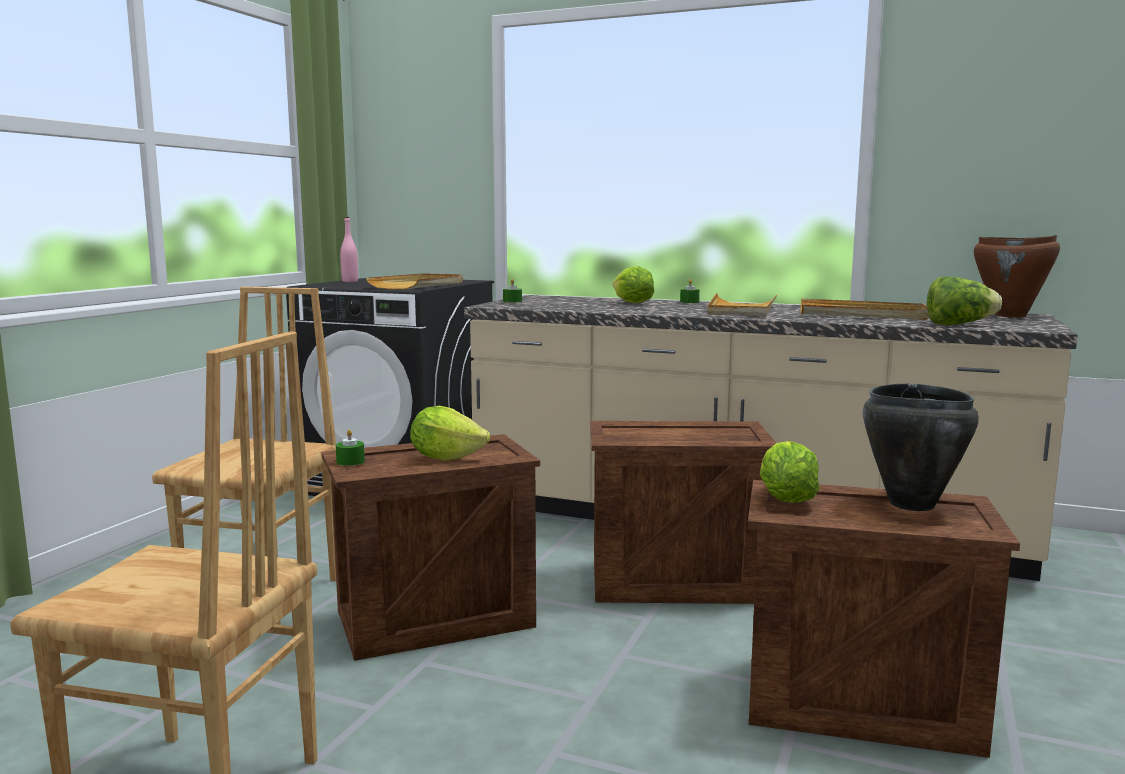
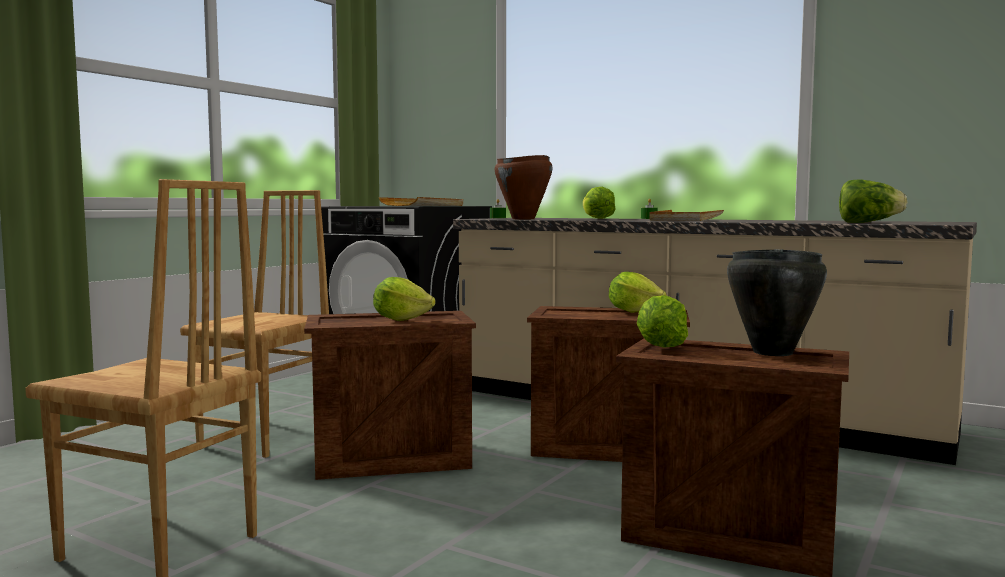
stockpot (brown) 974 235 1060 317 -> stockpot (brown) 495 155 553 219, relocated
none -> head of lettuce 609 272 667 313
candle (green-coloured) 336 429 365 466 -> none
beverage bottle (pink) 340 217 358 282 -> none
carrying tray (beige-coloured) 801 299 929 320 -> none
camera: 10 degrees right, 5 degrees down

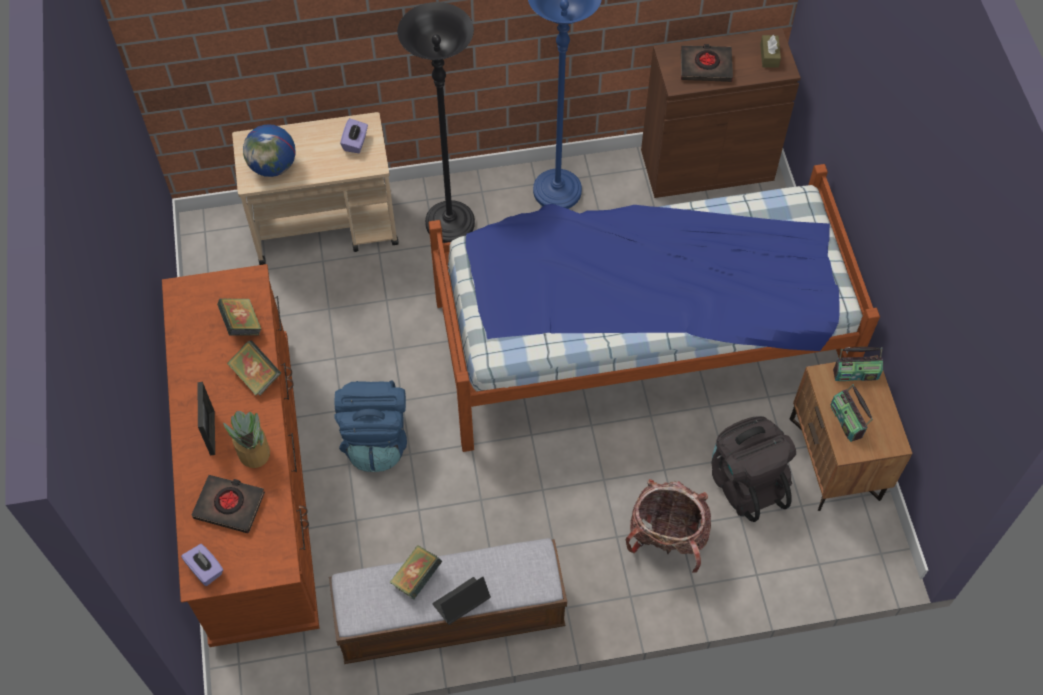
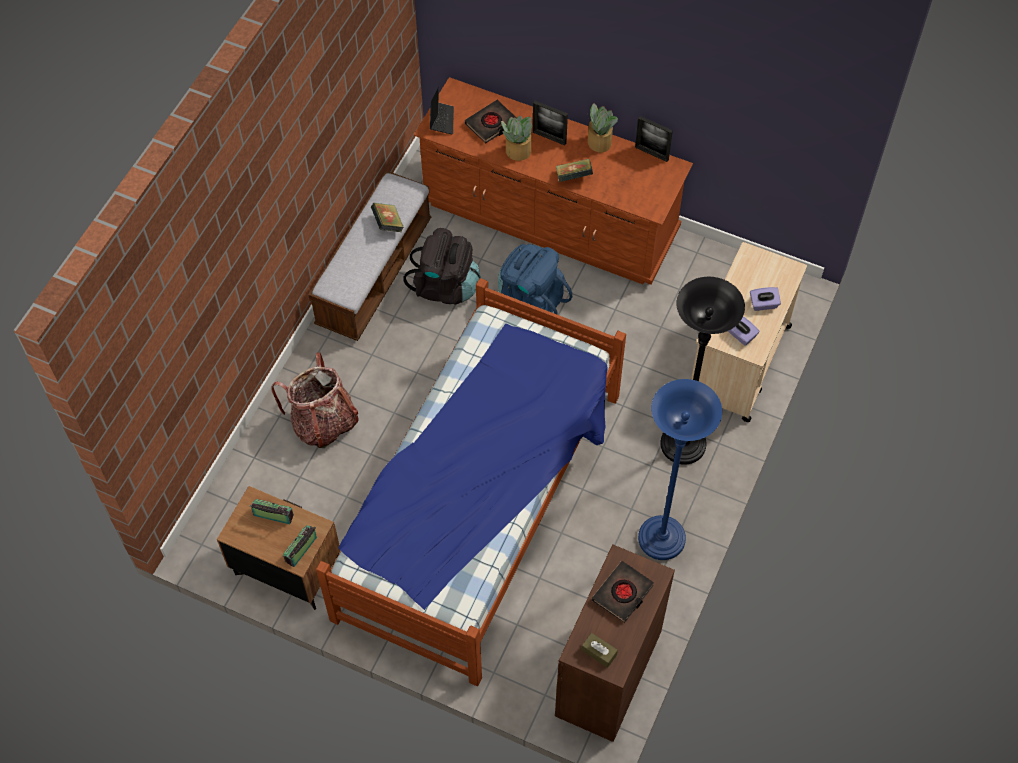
backpack (blackish) 712 416 796 522 -> backpack (blackish) 404 228 481 305, relocated
notebook computer 432 577 491 625 -> notebook computer 430 87 454 135, relocated
none -> potted plant 588 103 618 152
none -> picture frame 635 116 673 162
tissue box (purple) 181 544 223 586 -> tissue box (purple) 750 287 781 311, relocated
bound book 217 298 261 335 -> none
desk globe 243 124 296 177 -> none
camera: 125 degrees right, 0 degrees up

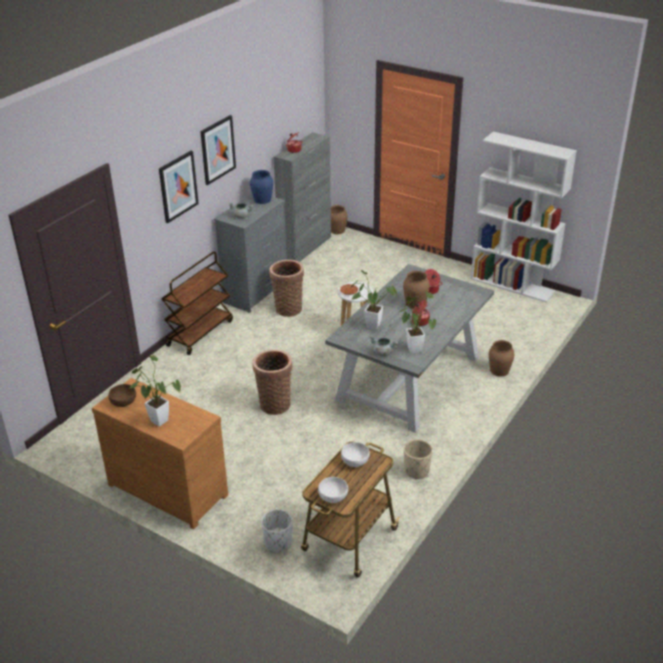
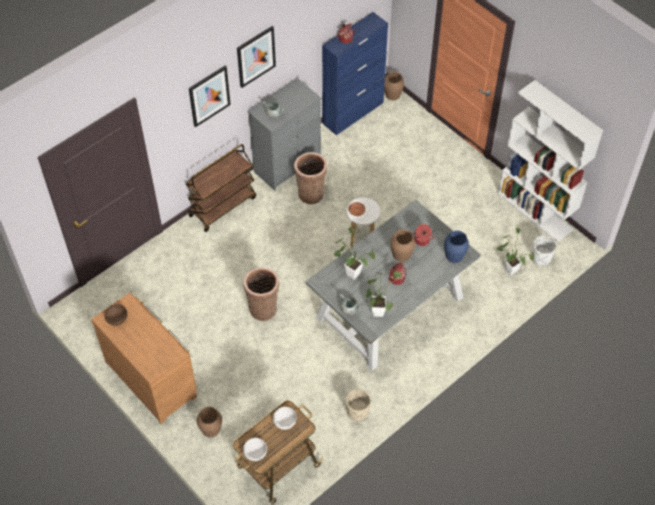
decorative vase (brown) 489 340 514 376 -> decorative vase (brown) 197 407 222 438, relocated
storage cabinet (grey) 273 132 331 262 -> storage cabinet (blue) 322 12 388 135
decorative vase (blue) 250 170 273 204 -> decorative vase (blue) 444 230 469 263, relocated
potted plant 130 355 181 427 -> potted plant 497 227 534 276, relocated
planter (white) 261 509 292 552 -> planter (white) 532 236 556 266, relocated
camera: 15 degrees right, 20 degrees up

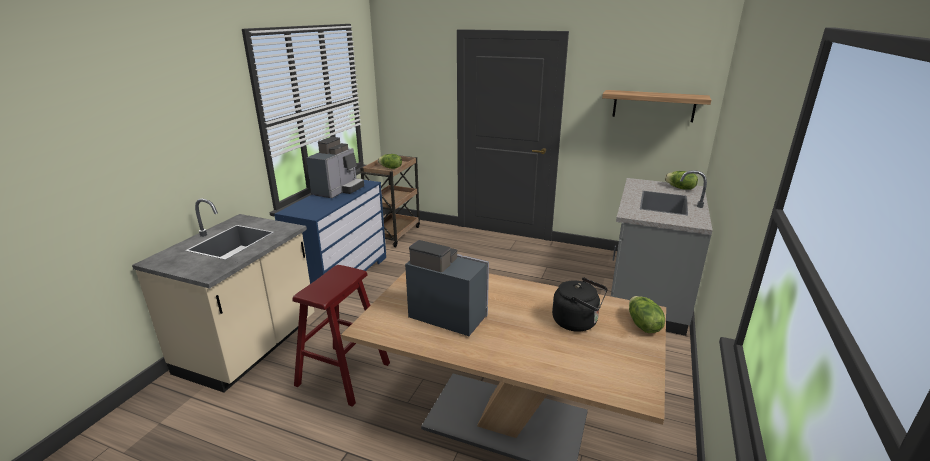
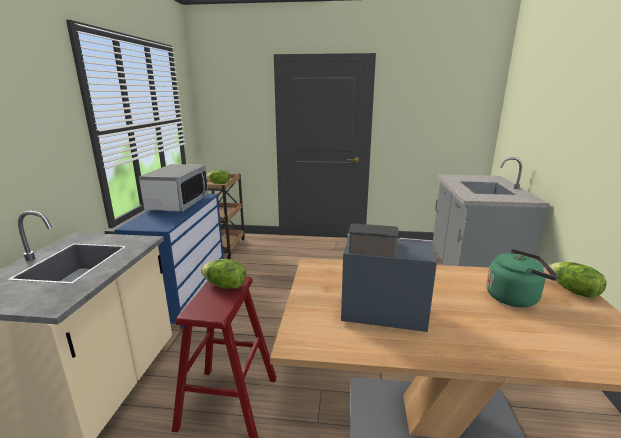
coffee maker 306 137 364 198 -> microwave oven 139 164 208 212
head of lettuce 665 171 698 190 -> head of lettuce 201 259 246 289, relocated
kettle (blackish) 552 278 607 332 -> kettle (green-coloured) 486 249 558 307
shelf 602 90 711 122 -> none
camera: 15 degrees left, 5 degrees down

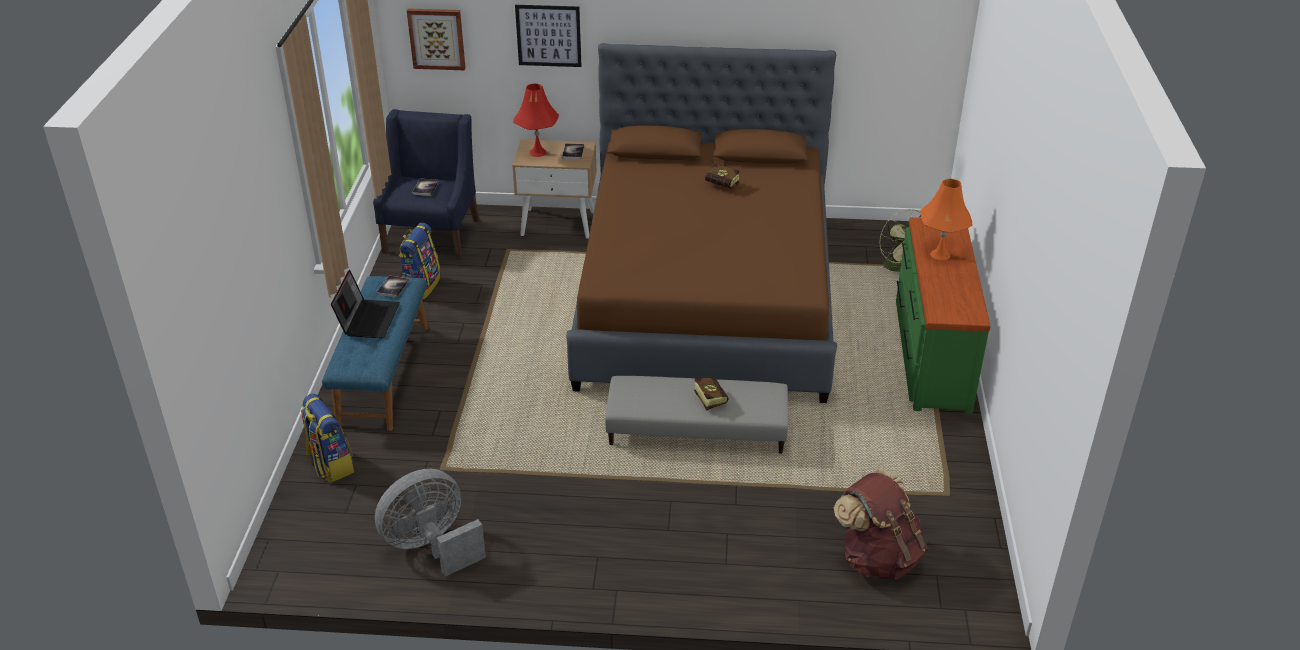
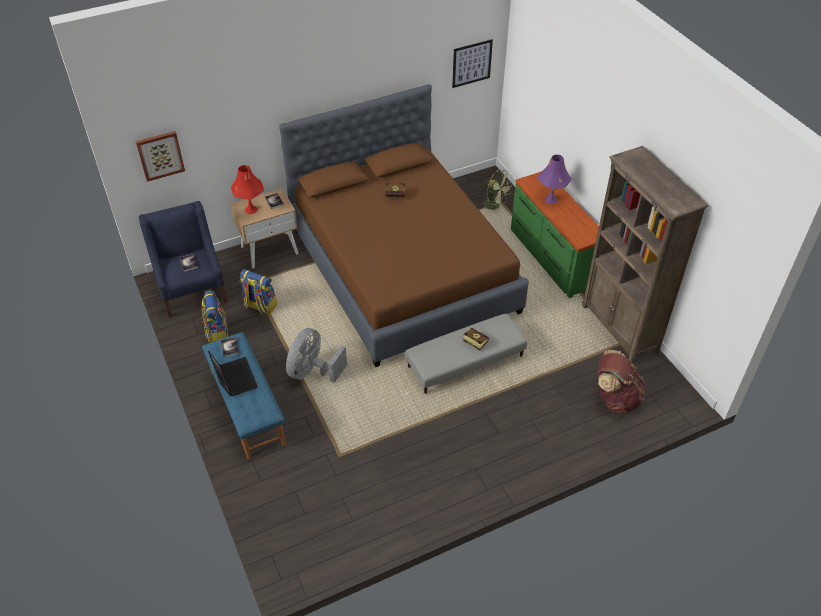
backpack 301 394 354 483 -> backpack 240 269 277 315, relocated
electric fan (grey) 375 469 486 577 -> electric fan (grey) 286 328 347 383, relocated
picture 515 5 581 67 -> picture 452 39 493 88, relocated
tabletop lamp (orangey) 921 178 973 260 -> tabletop lamp (purple) 537 155 572 204
none -> bookshelf (brown) 582 146 708 363
camera: 30 degrees left, 10 degrees up

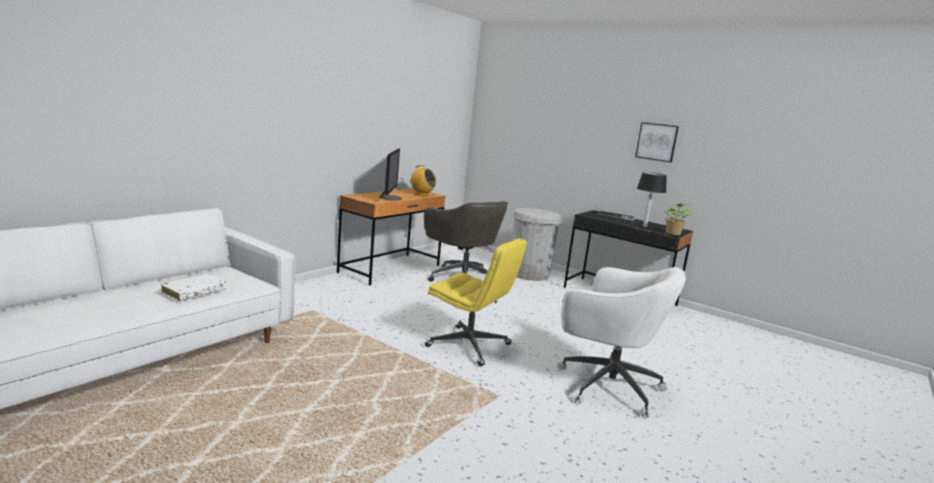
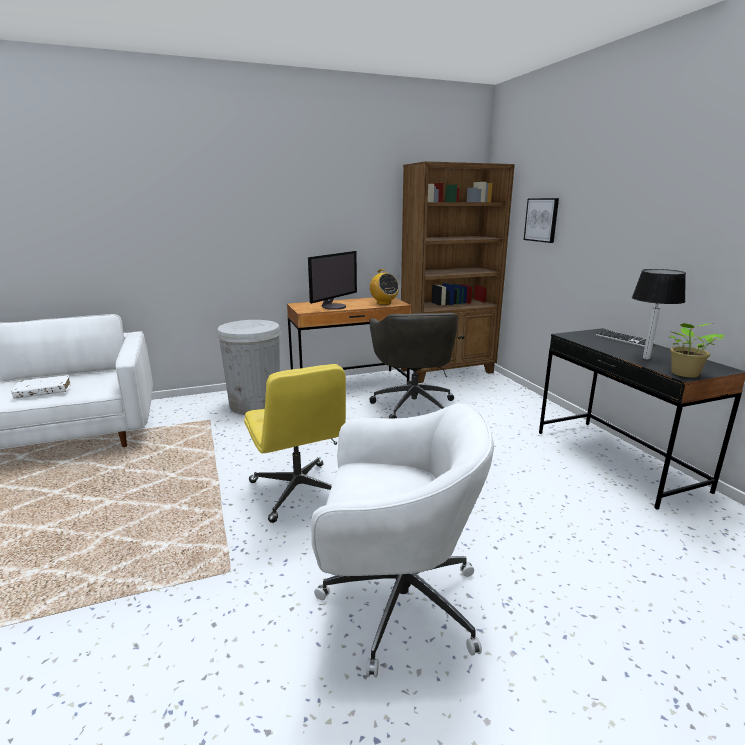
rubbish bin (white) 513 208 562 281 -> rubbish bin (white) 216 320 282 415, relocated
computer chair (white) 557 267 686 418 -> computer chair (white) 311 403 494 677, 60 degrees counterclockwise
none -> bookshelf (brown) 401 161 515 383
picture 635 122 679 162 -> picture 524 198 559 243, relocated
camera: 35 degrees right, 5 degrees up

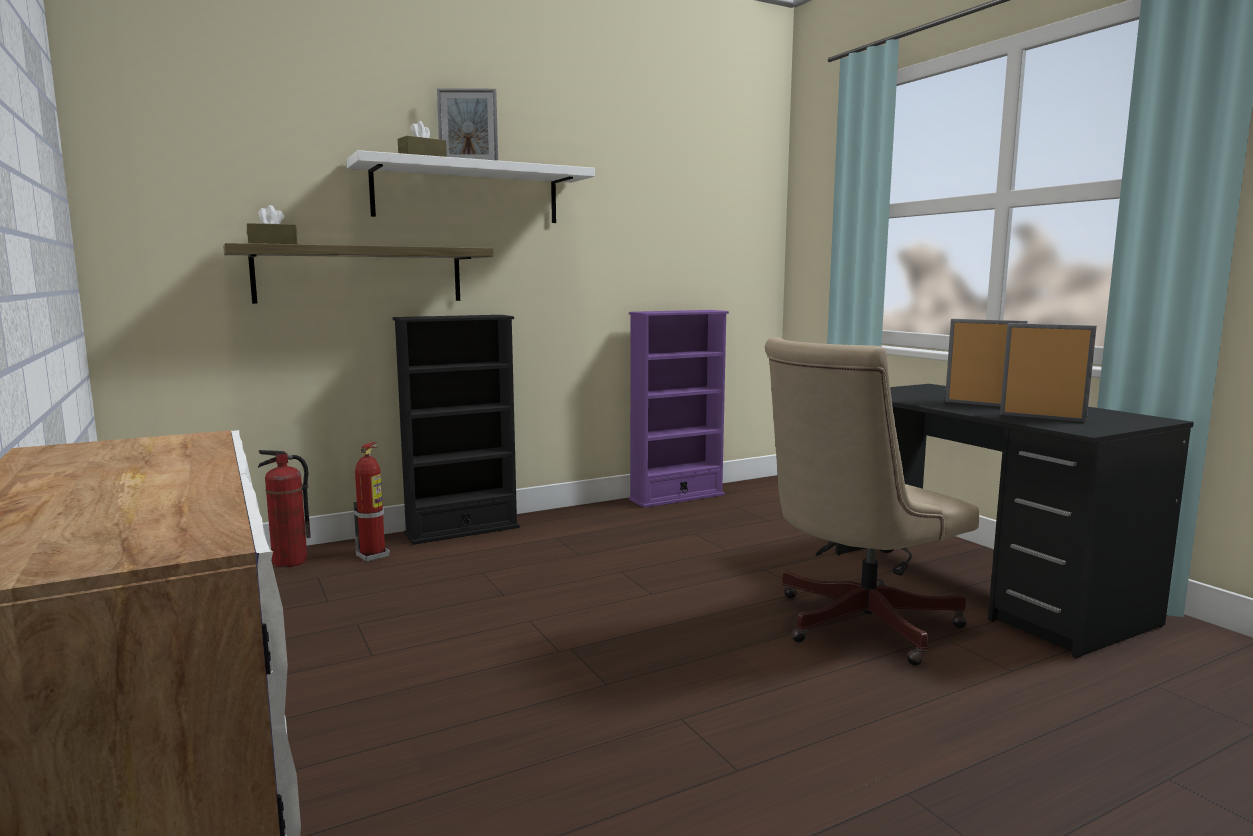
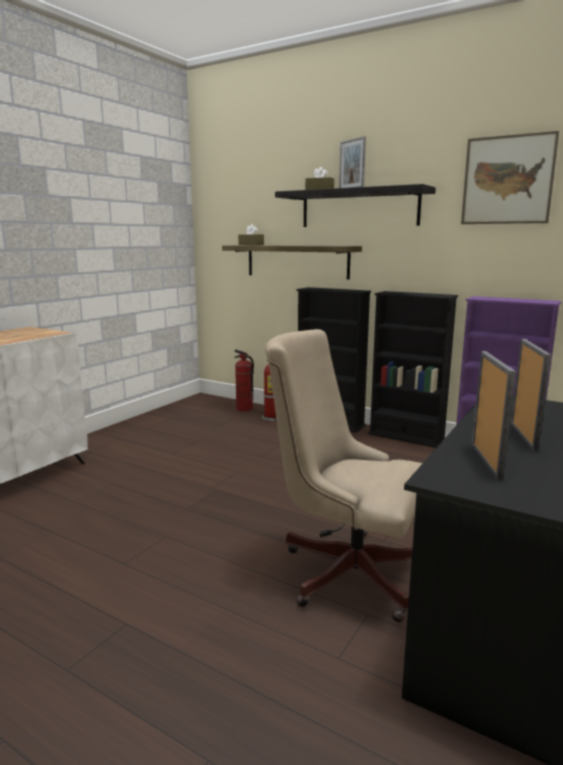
shelf (white) 346 150 595 223 -> shelf (blackish) 275 184 436 227
none -> bookshelf (blackish) 368 291 458 448
none -> picture 461 131 559 224
camera: 60 degrees right, 5 degrees up

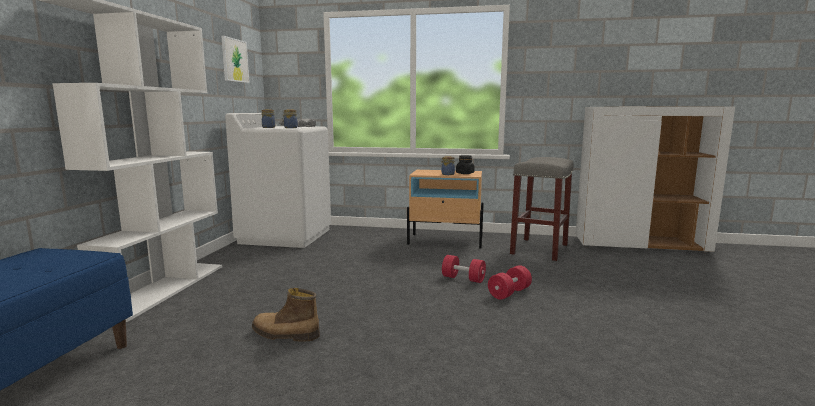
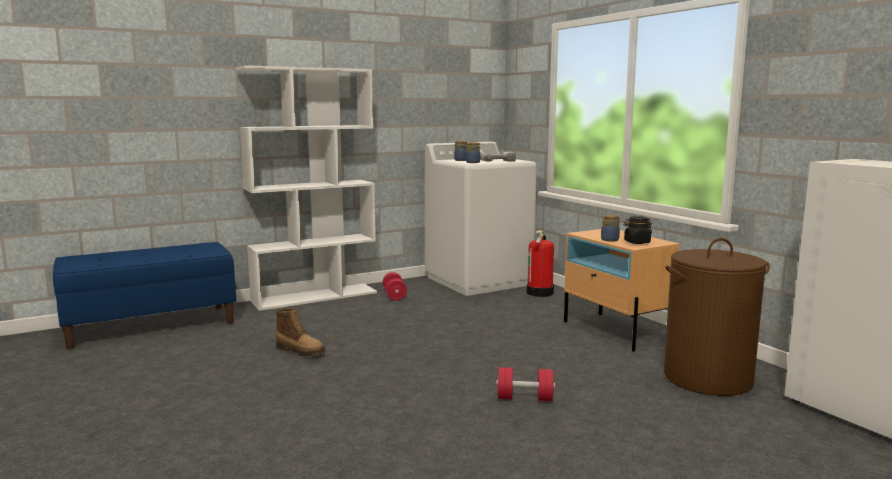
boot 252 288 320 342 -> boot 276 308 326 357, 150 degrees clockwise
free weight (reddish) 442 255 486 283 -> free weight (reddish) 383 272 407 301, relocated
none -> fire-fighting cylinder 526 230 554 297
stool seat (grey) 510 157 574 261 -> washing basket (brown) 664 238 770 396
picture 221 36 249 83 -> none
camera: 50 degrees right, 0 degrees up

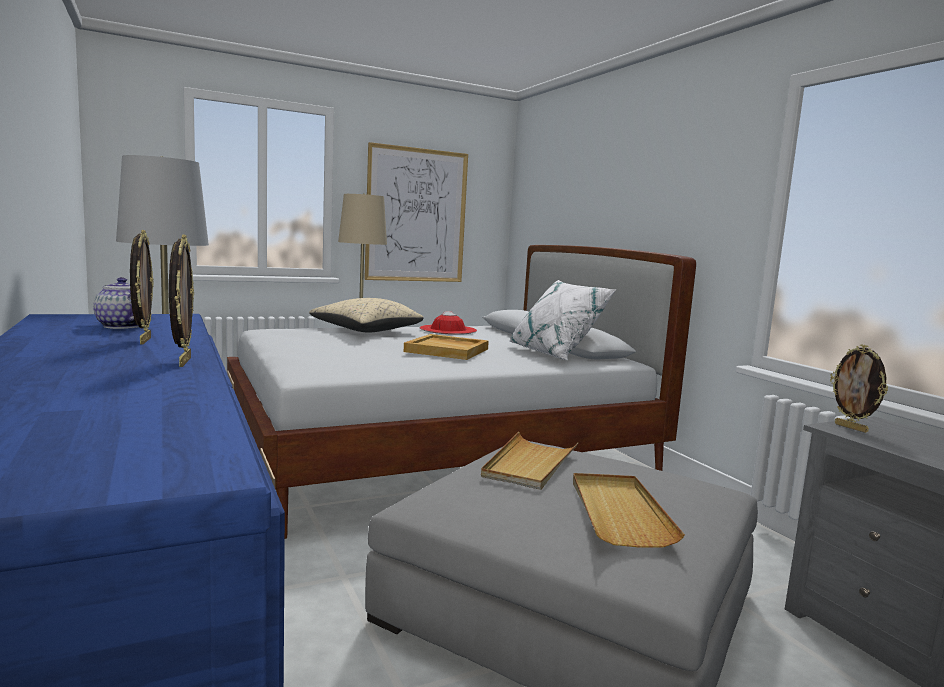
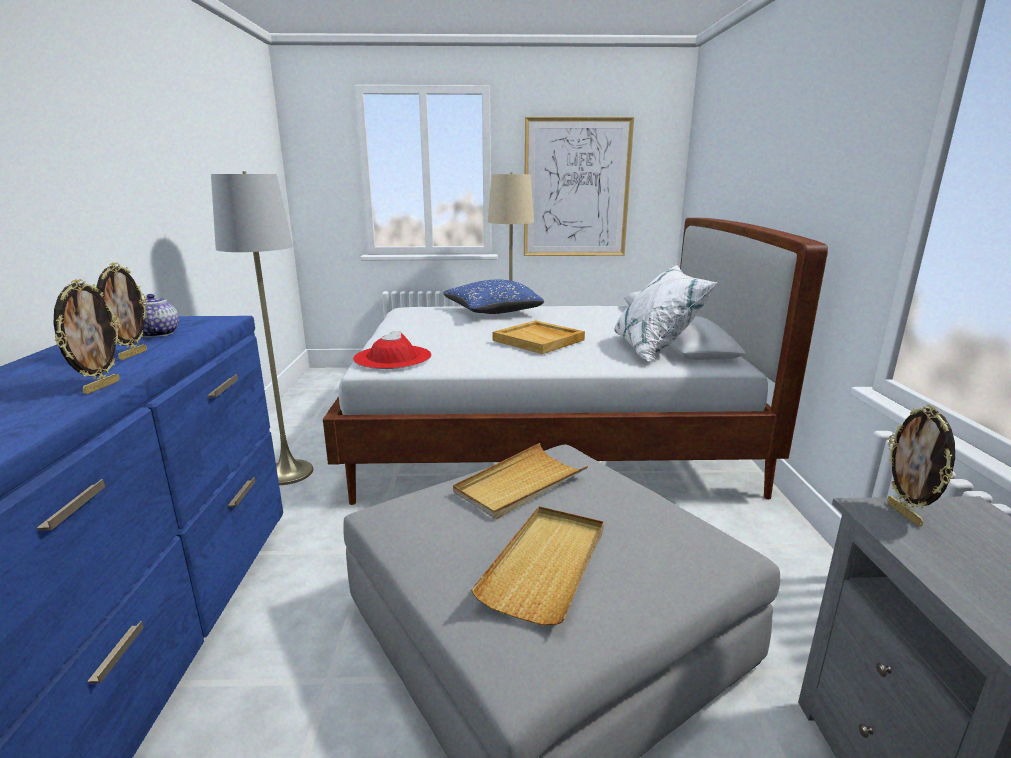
wearable hat (reddish) 420 311 477 335 -> wearable hat (reddish) 353 331 431 369, relocated
throw pillow (beige-coloured) 309 298 424 333 -> throw pillow (blue) 443 280 544 314
camera: 25 degrees right, 10 degrees up

